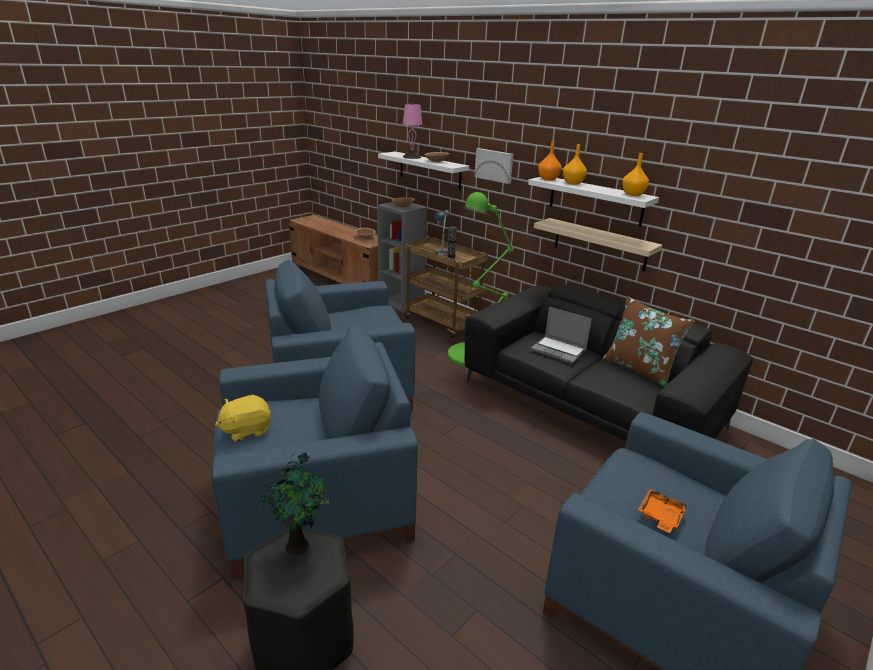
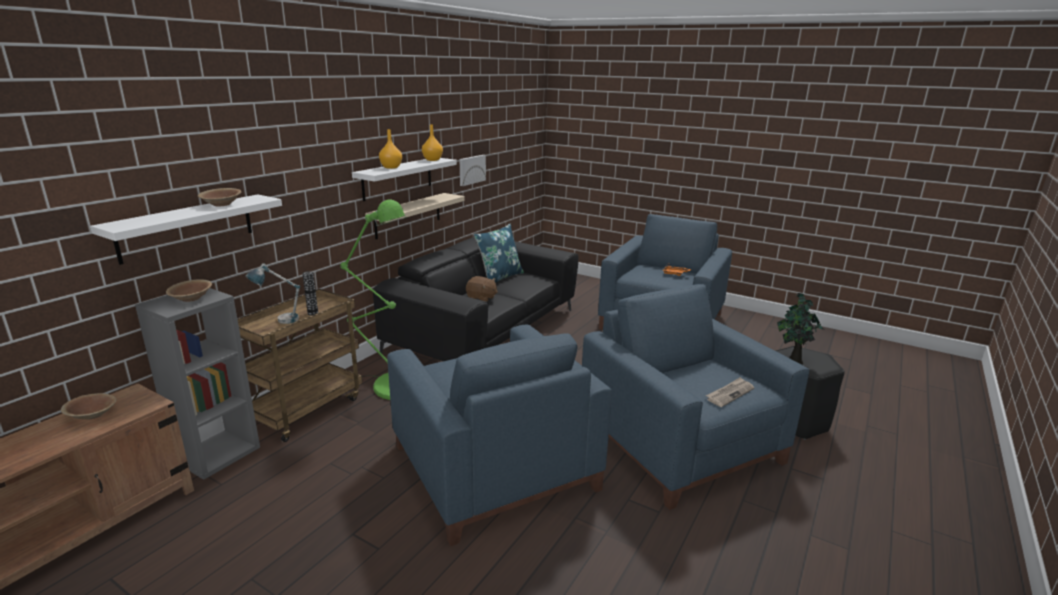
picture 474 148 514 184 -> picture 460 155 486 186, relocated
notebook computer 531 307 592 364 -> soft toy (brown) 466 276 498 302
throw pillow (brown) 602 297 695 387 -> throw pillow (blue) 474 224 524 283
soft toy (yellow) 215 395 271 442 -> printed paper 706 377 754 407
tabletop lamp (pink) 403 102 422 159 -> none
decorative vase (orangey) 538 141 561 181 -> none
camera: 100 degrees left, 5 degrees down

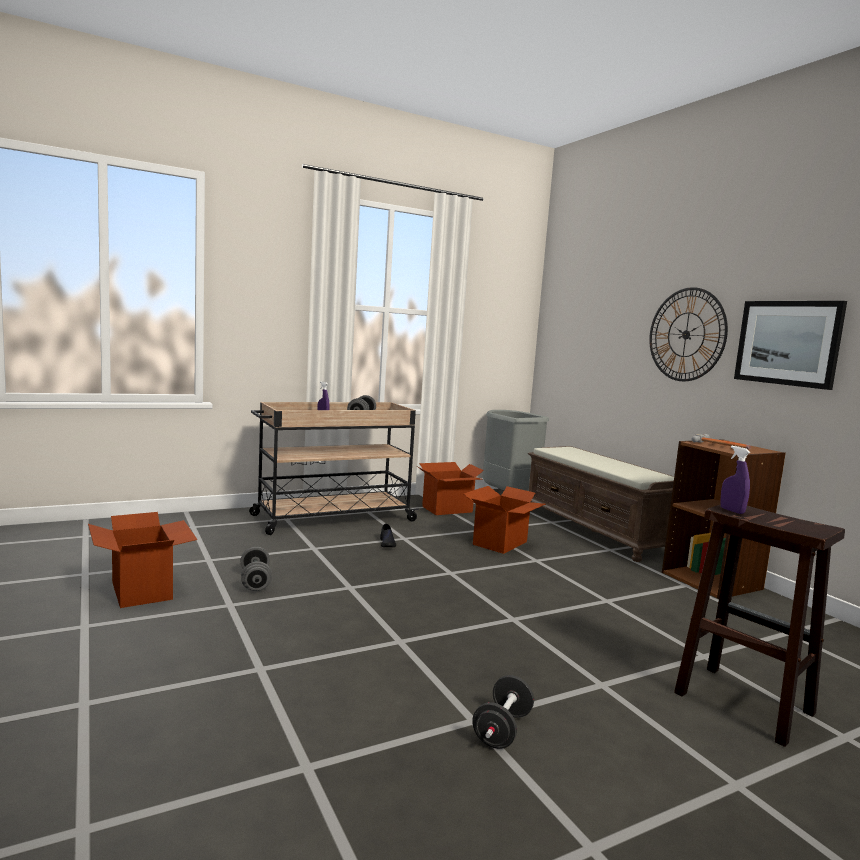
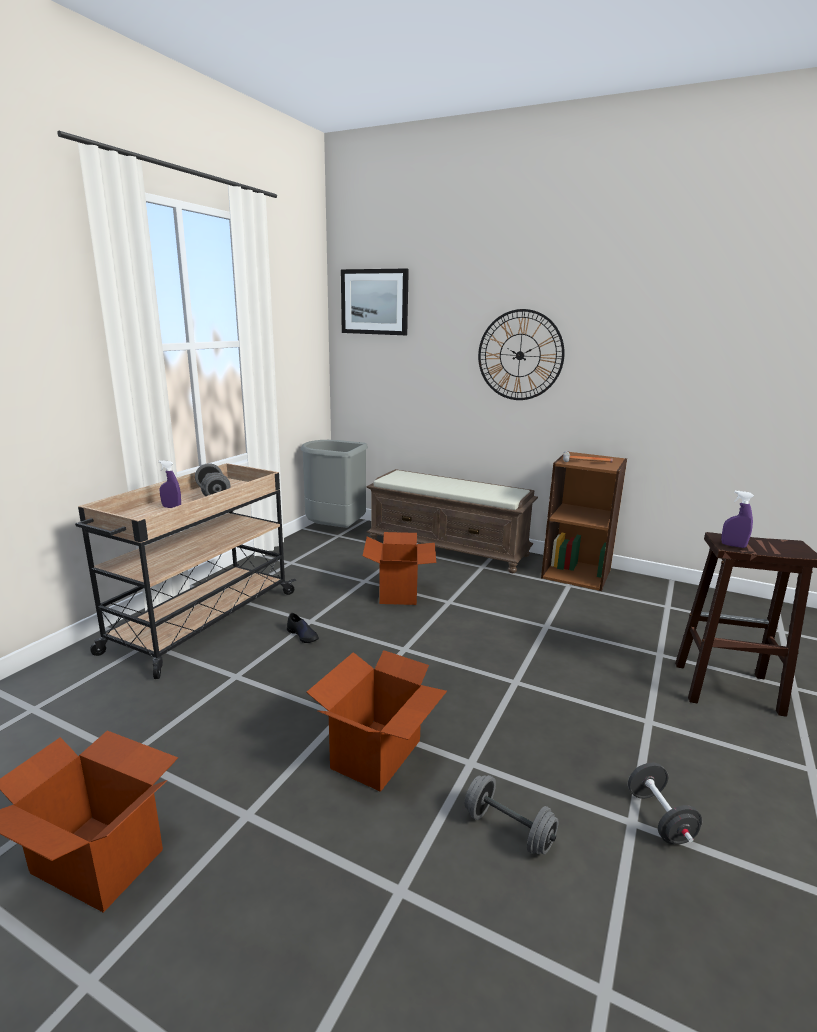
cardboard box 417 462 484 515 -> cardboard box 306 650 447 792, relocated
picture 734 301 847 390 -> picture 341 269 409 335, relocated
free weight (grey) 241 546 272 591 -> free weight (grey) 465 775 559 855, relocated
camera: 35 degrees left, 10 degrees up

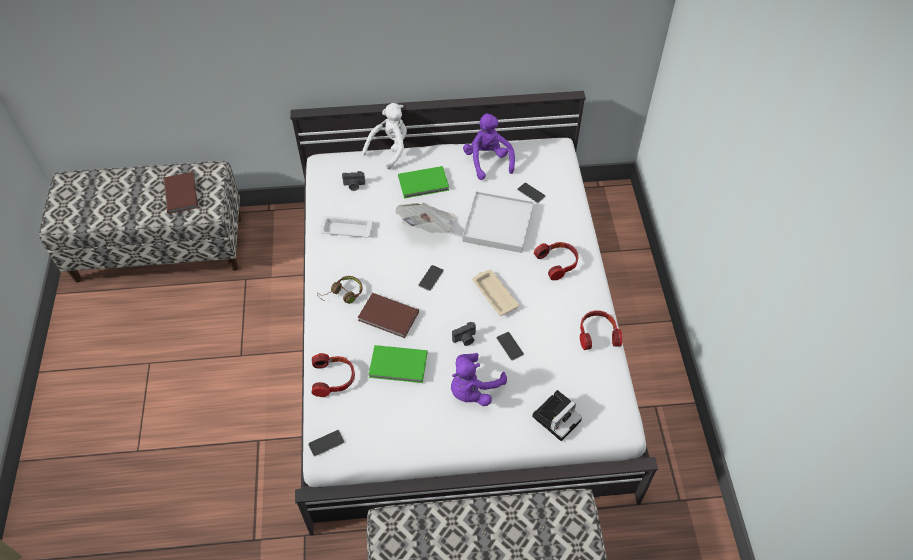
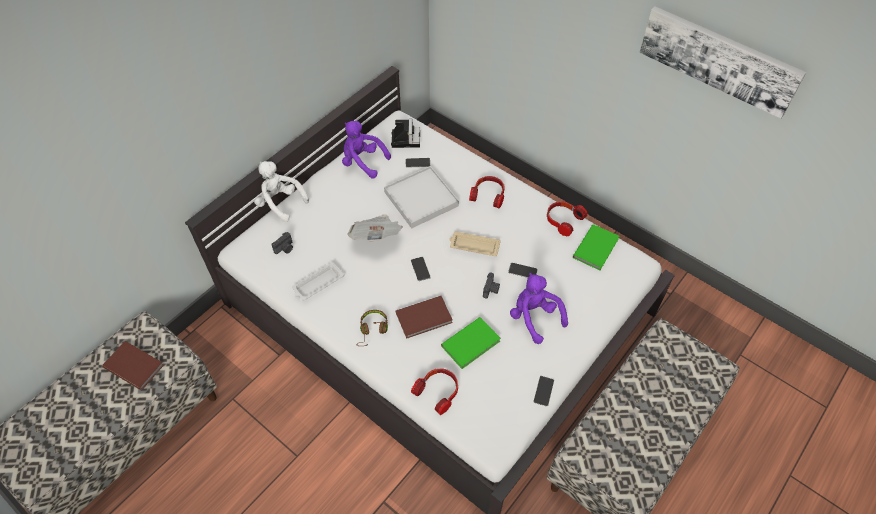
soft toy (white) 362 103 407 169 -> soft toy (white) 254 161 309 222, 45 degrees counterclockwise
still camera 532 390 582 441 -> still camera 391 119 420 148, relocated
soft toy (purple) 451 353 507 406 -> soft toy (purple) 510 273 568 344, 150 degrees clockwise
phone 308 430 345 456 -> phone 533 376 554 407, relocated
bound book (green-coloured) 398 166 449 198 -> bound book (green-coloured) 573 224 619 270, relocated
none -> picture 639 6 806 119
camera: 45 degrees left, 0 degrees up

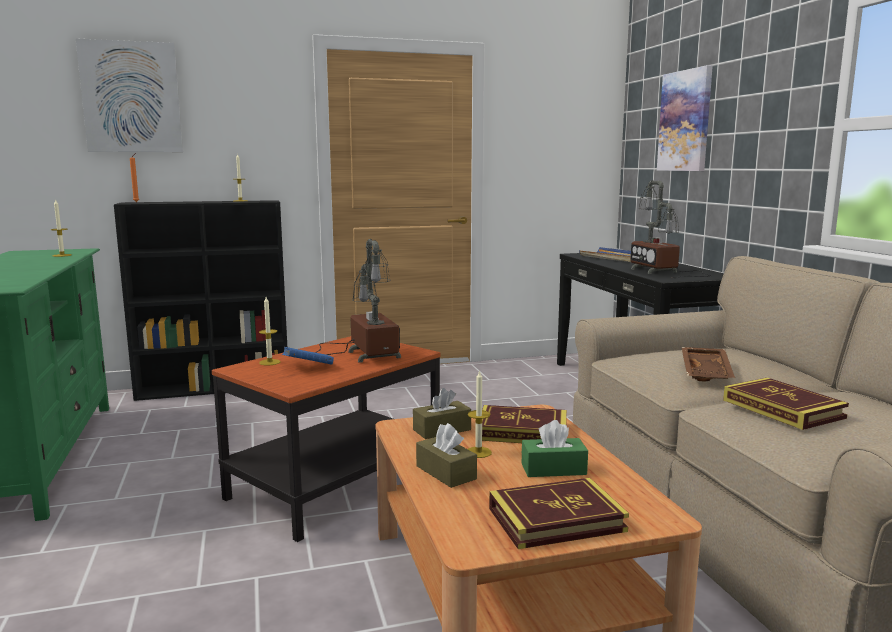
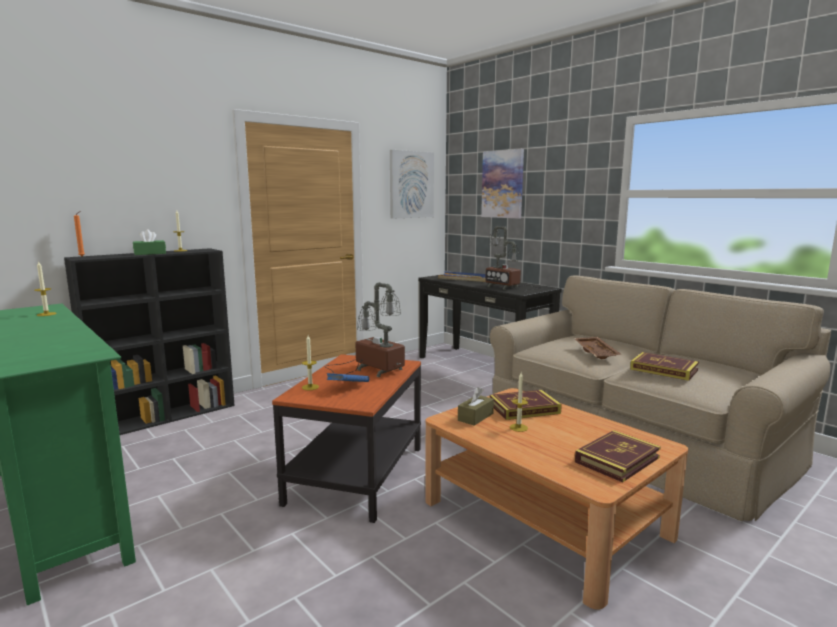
tissue box (green-coloured) 522 420 588 477 -> tissue box (green-coloured) 133 229 166 255, relocated
picture 76 39 183 152 -> picture 390 150 434 219, relocated
tissue box (brown) 416 423 477 488 -> none
camera: 25 degrees left, 0 degrees up

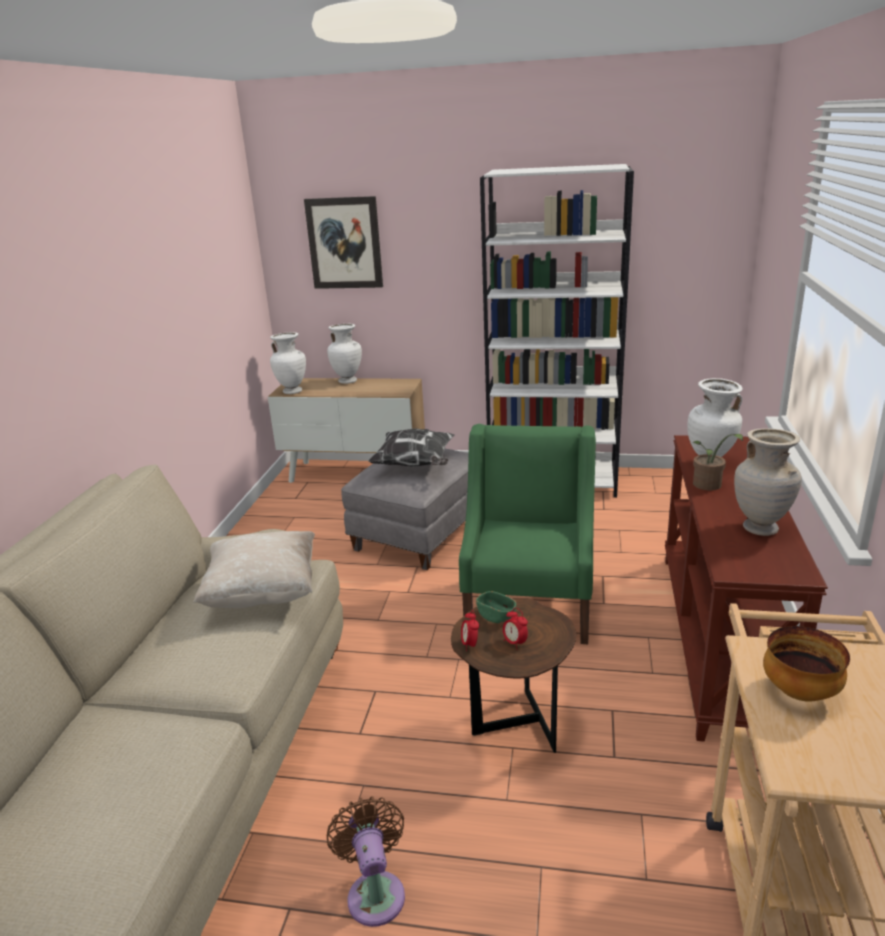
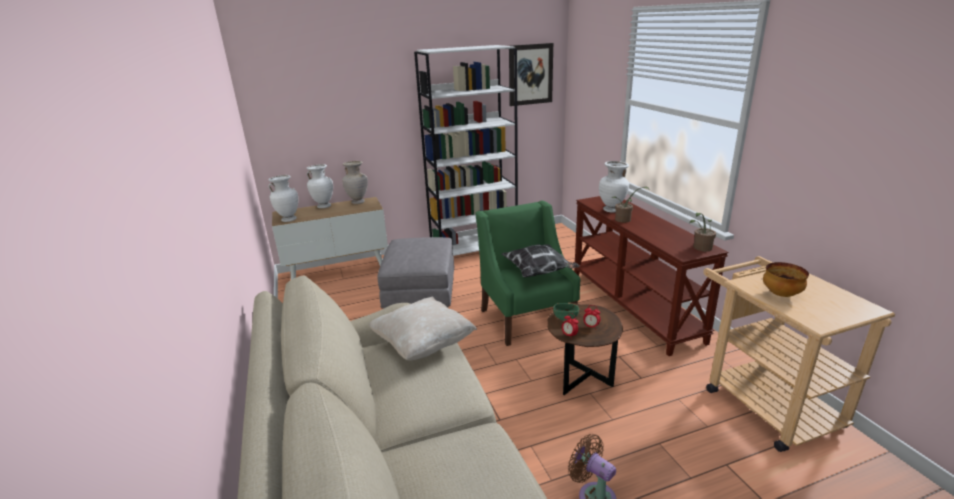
decorative vase (beige-coloured) 734 428 802 536 -> decorative vase (beige-coloured) 342 161 368 204, relocated
throw pillow 368 428 455 467 -> throw pillow 502 244 580 278, relocated
picture 304 196 383 289 -> picture 509 43 553 106, relocated
none -> potted plant 690 213 716 251
camera: 30 degrees left, 0 degrees up

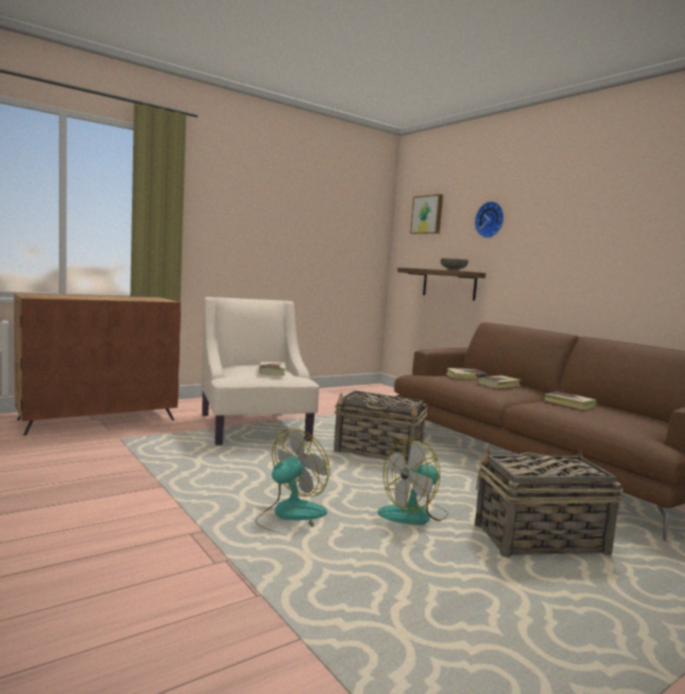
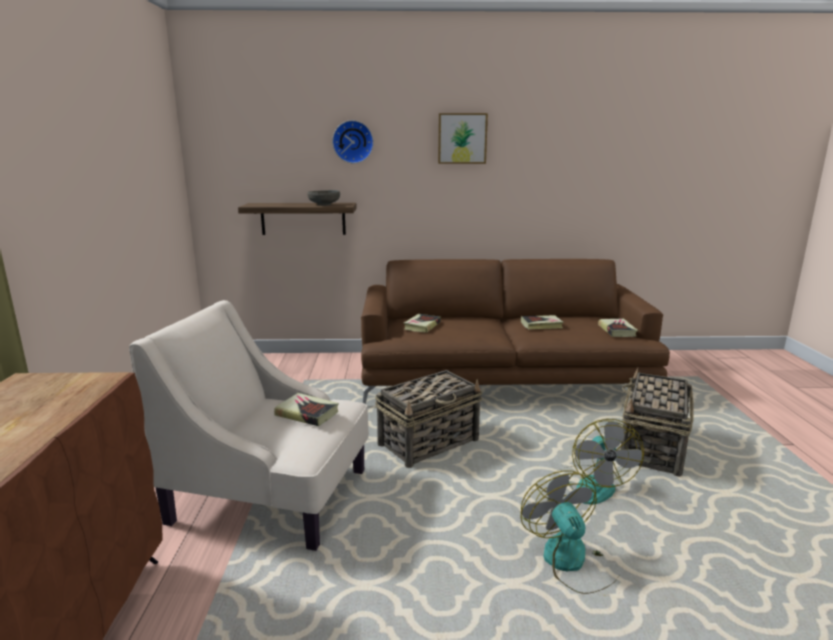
picture 410 194 443 234 -> picture 438 113 488 164, relocated
bound book 478 375 521 388 -> bound book 598 318 638 337, relocated
camera: 55 degrees left, 10 degrees up

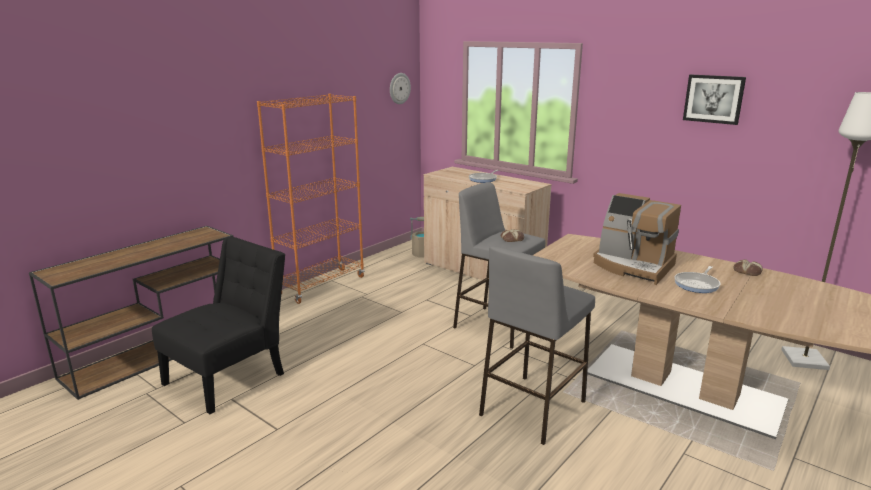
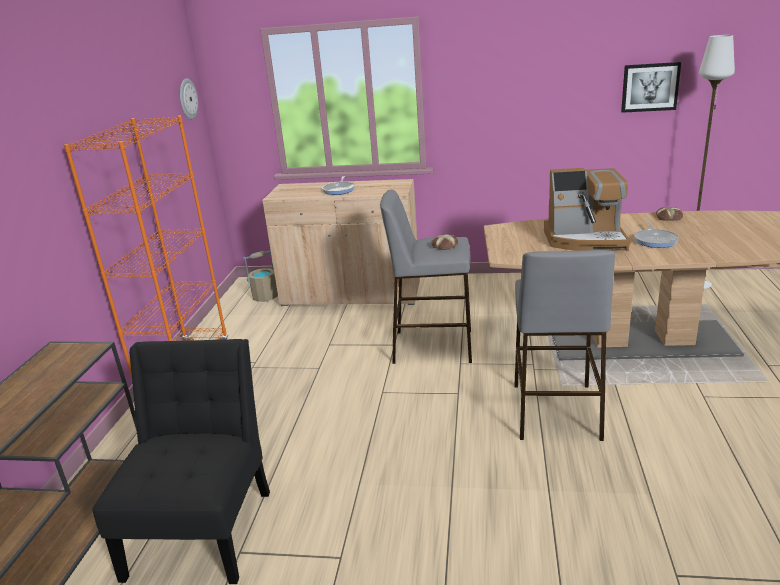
picture 683 74 746 125 -> picture 621 62 681 113, relocated
camera: 30 degrees left, 5 degrees up

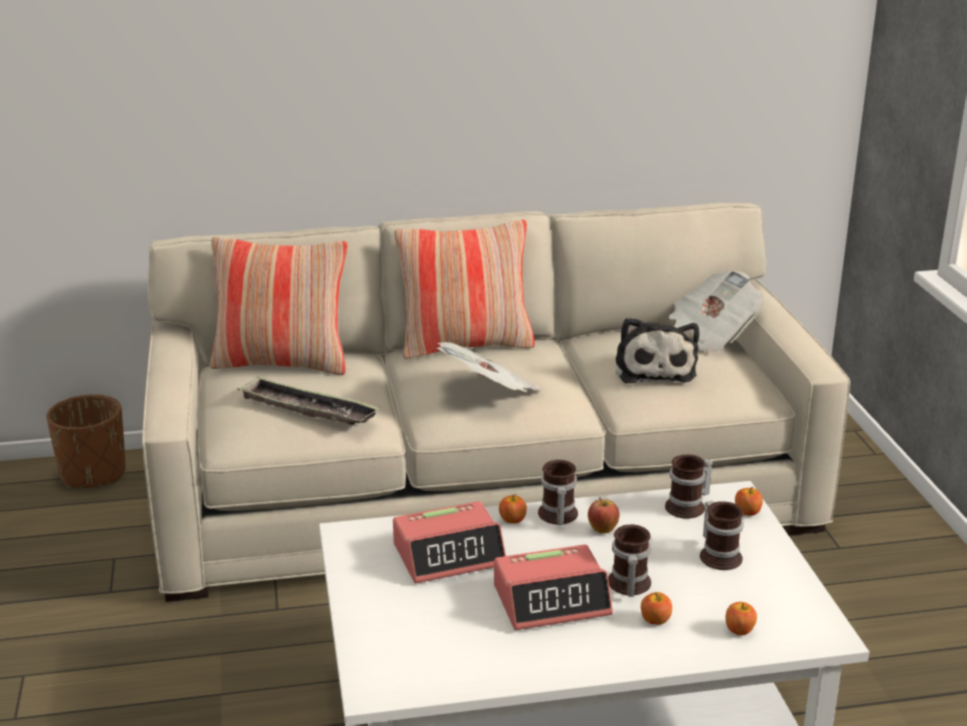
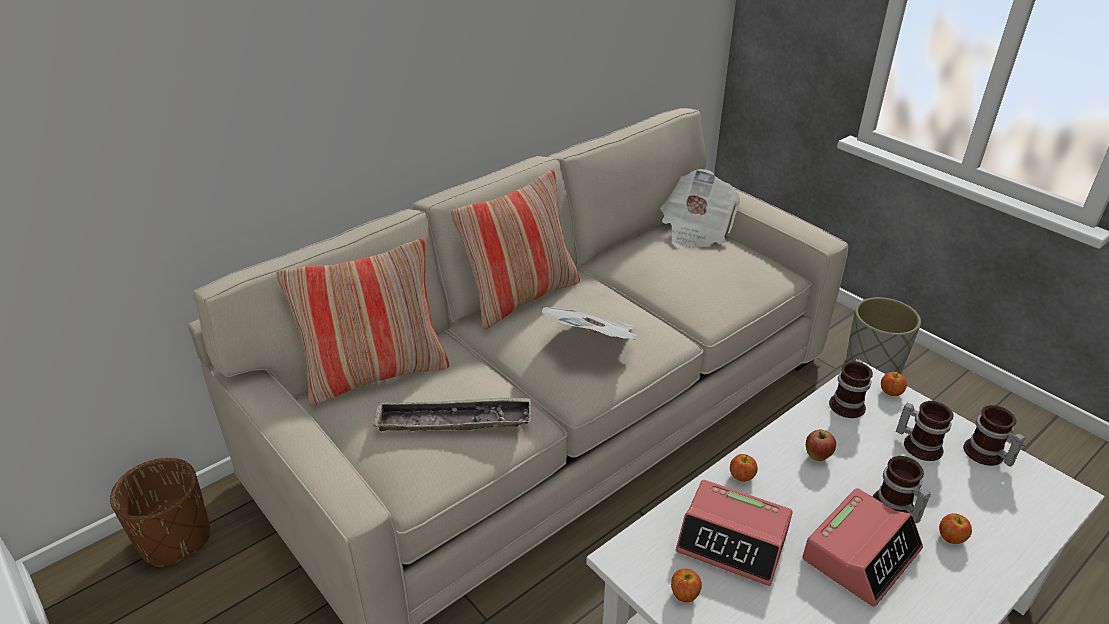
apple 725 602 757 636 -> apple 671 568 702 602, relocated
table clock 393 501 506 583 -> table clock 676 480 793 586, 75 degrees clockwise
none -> planter (grey) 846 297 921 374
coffee mug 538 460 578 525 -> coffee mug 963 405 1026 467, relocated
soft toy 616 318 699 383 -> none
camera: 30 degrees left, 10 degrees up

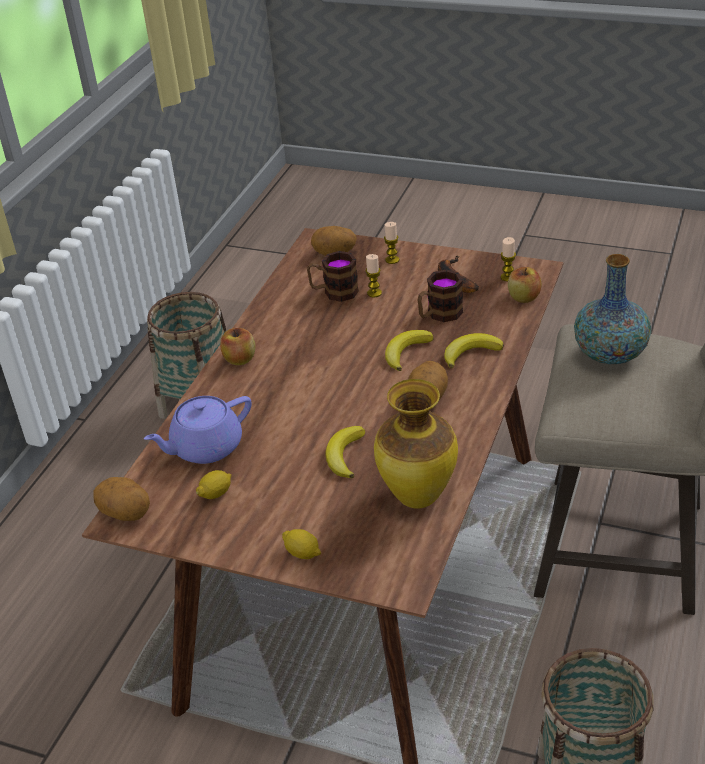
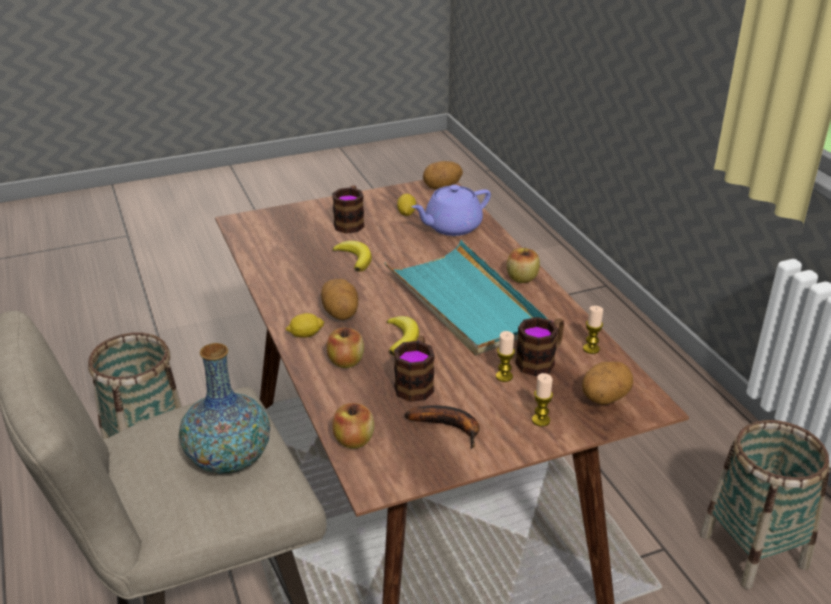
citrus fruit 282 529 321 559 -> citrus fruit 286 313 325 338, relocated
banana 444 333 504 368 -> apple 327 328 364 368
none -> coffee mug 332 185 364 233
none -> carrying tray (turquoise) 385 240 549 355
tea pot (purple) 144 396 252 464 -> tea pot (purple) 411 185 491 236, 135 degrees counterclockwise
candle 501 237 516 282 -> candle 583 306 603 354, relocated
decorative vase 374 379 458 509 -> none
camera: 135 degrees right, 5 degrees down

